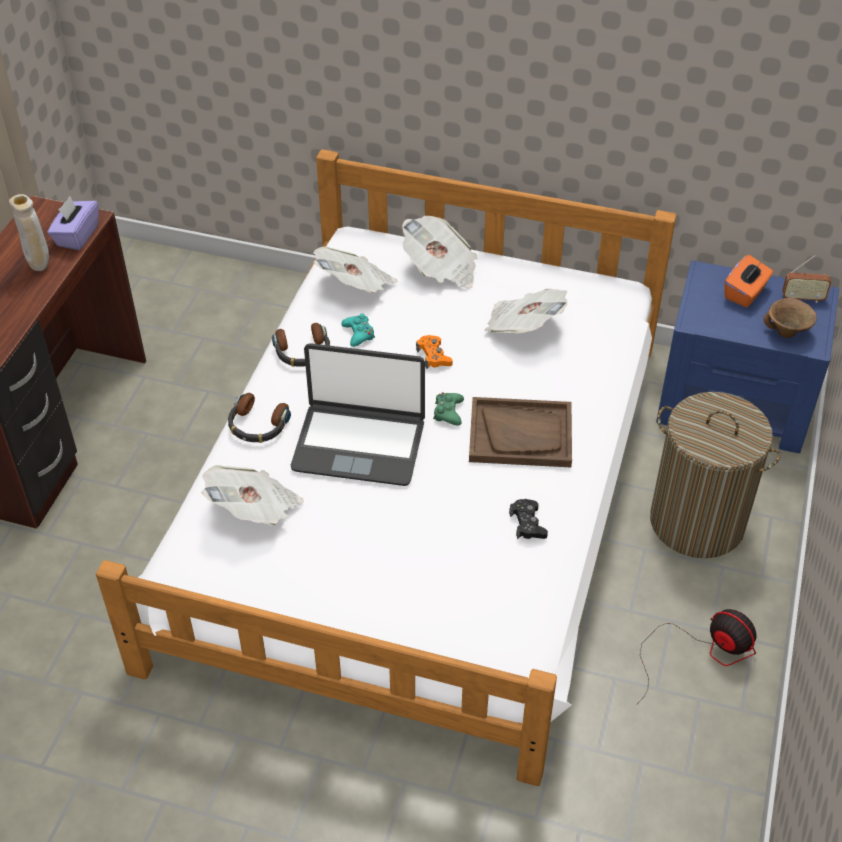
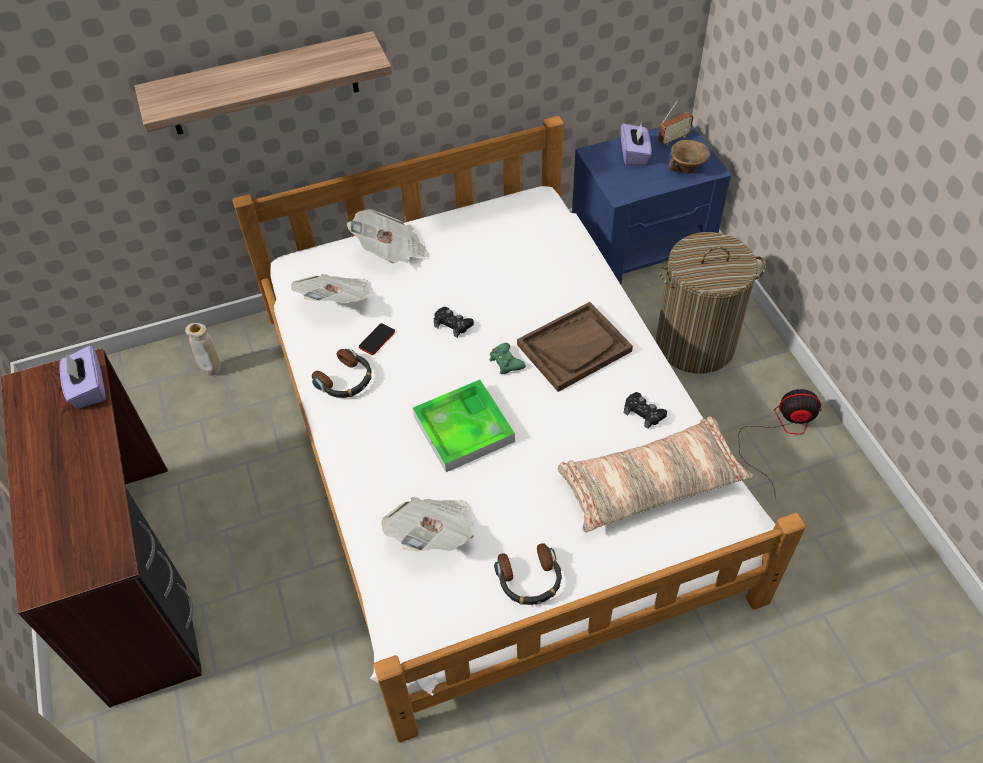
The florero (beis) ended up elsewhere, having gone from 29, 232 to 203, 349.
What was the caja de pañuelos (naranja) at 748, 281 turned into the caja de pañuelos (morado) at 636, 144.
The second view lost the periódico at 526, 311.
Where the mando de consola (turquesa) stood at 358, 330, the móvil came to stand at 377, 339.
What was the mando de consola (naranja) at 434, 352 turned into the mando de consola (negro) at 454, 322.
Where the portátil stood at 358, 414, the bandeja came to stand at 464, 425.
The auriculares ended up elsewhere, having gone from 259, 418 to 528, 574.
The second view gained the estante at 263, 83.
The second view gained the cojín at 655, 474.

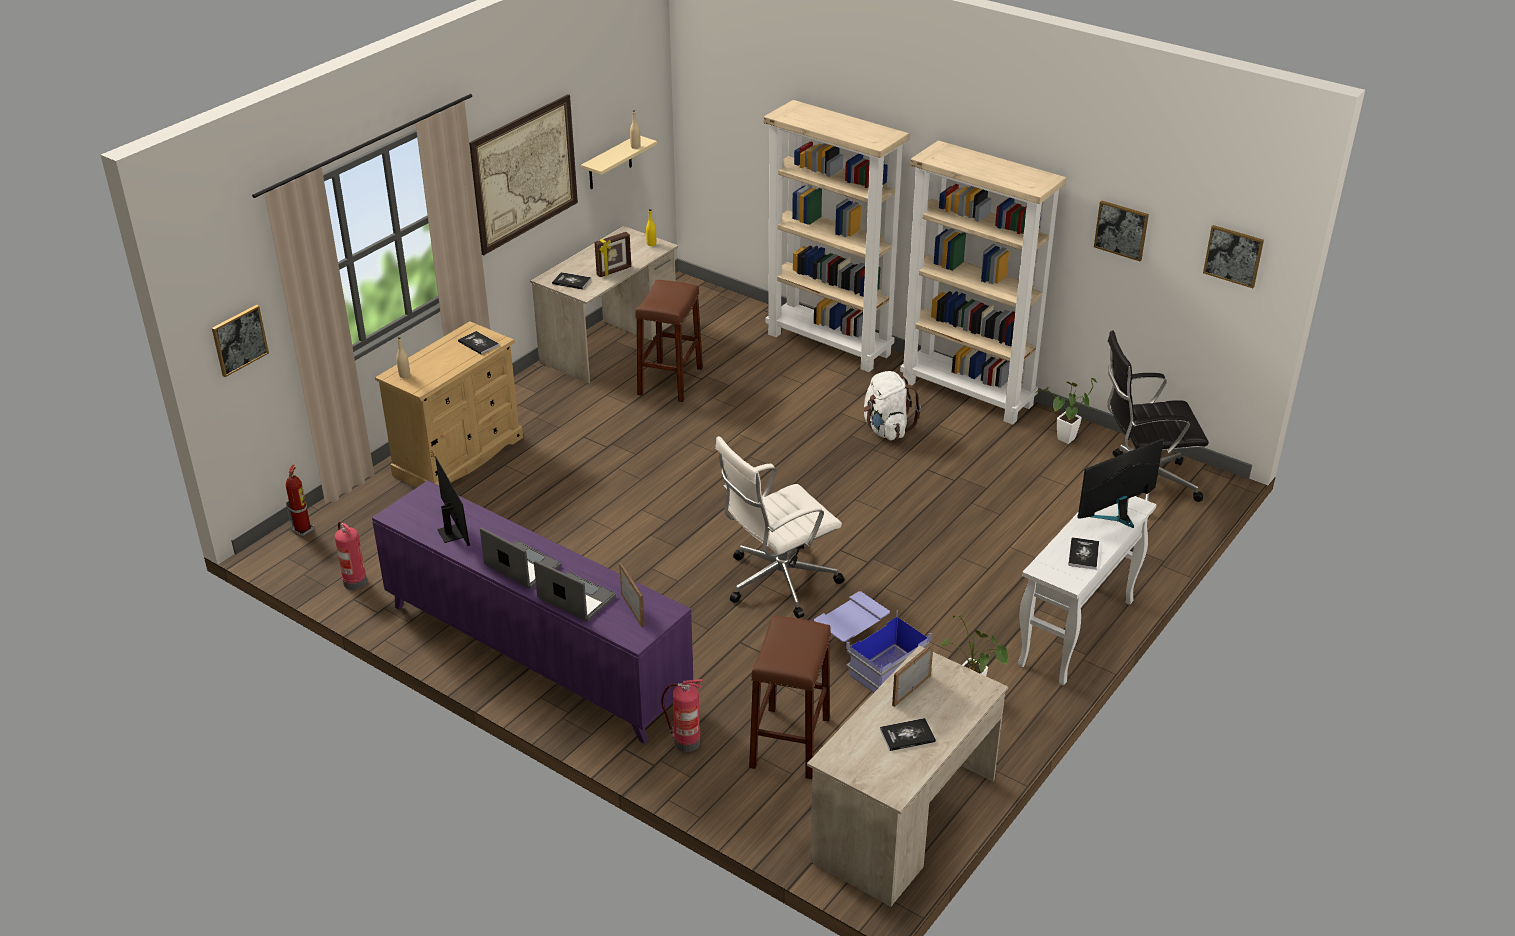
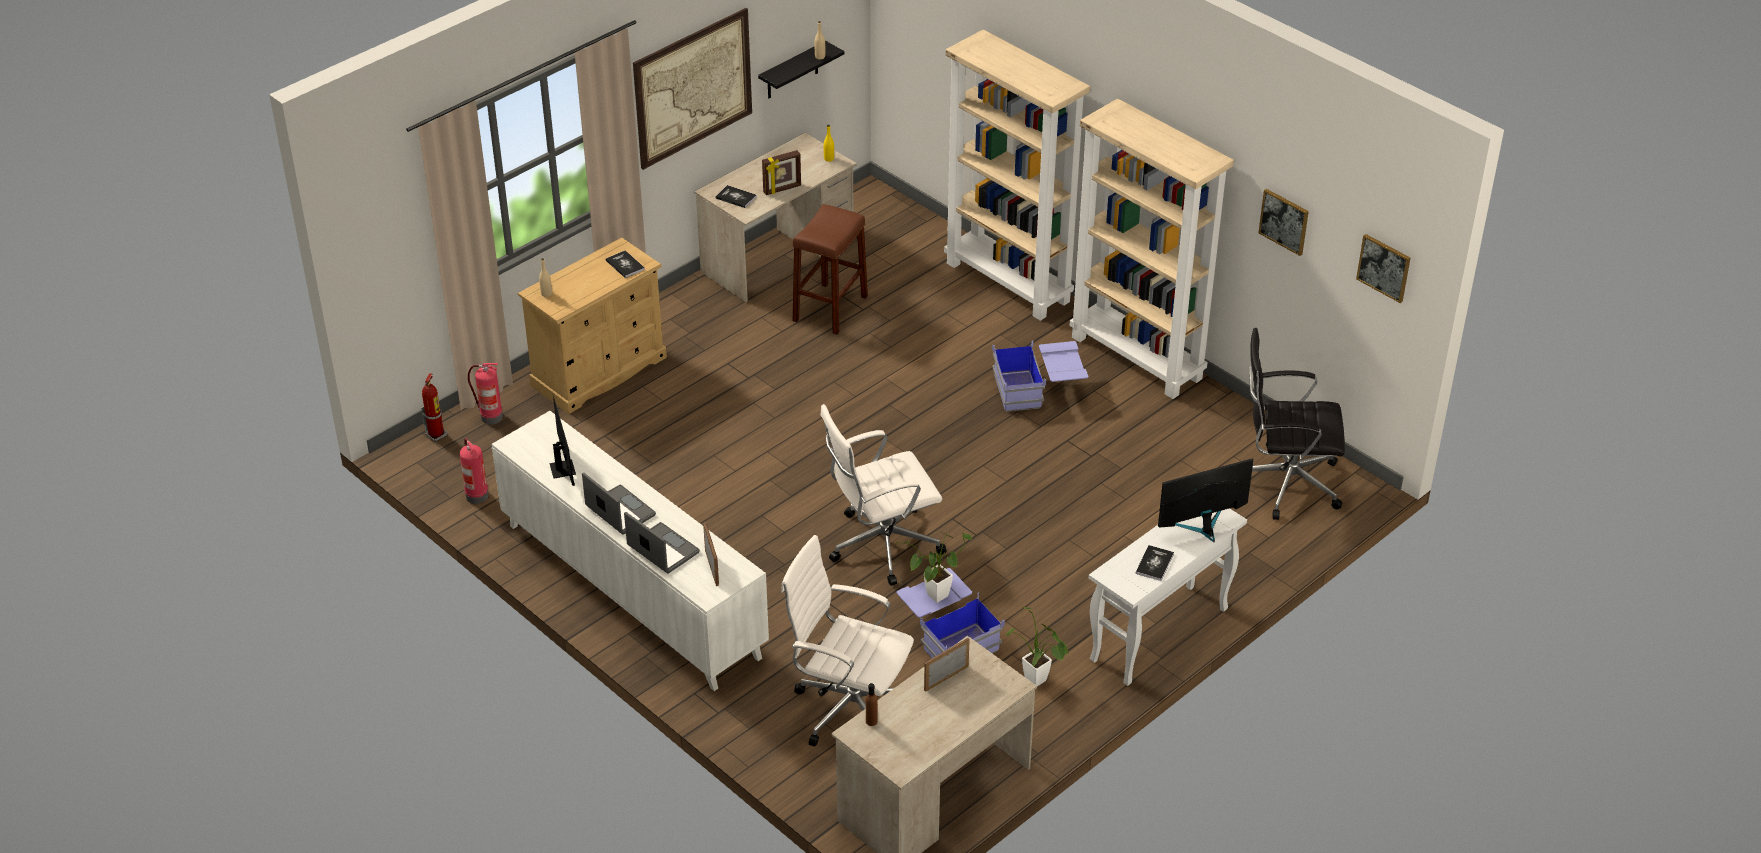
What was the estante (beis) at 619, 162 turned into the estante (negro) at 801, 69.
The second view lost the cuadro at 240, 341.
Where the mochila (blanco) stood at 892, 405, the caja de almacenaje (azul) came to stand at 1040, 376.
The planta en maceta ended up elsewhere, having gone from 1066, 410 to 934, 567.
What was the armario (morado) at 532, 612 turned into the armario (blanco) at 630, 551.
Where the taburete (marrón) stood at 790, 697, the silla de oficina (blanco) came to stand at 847, 641.
The extintor ended up elsewhere, having gone from 682, 715 to 485, 394.
The second view lost the libro at 908, 734.
The second view gained the botella (marrón) at 872, 704.

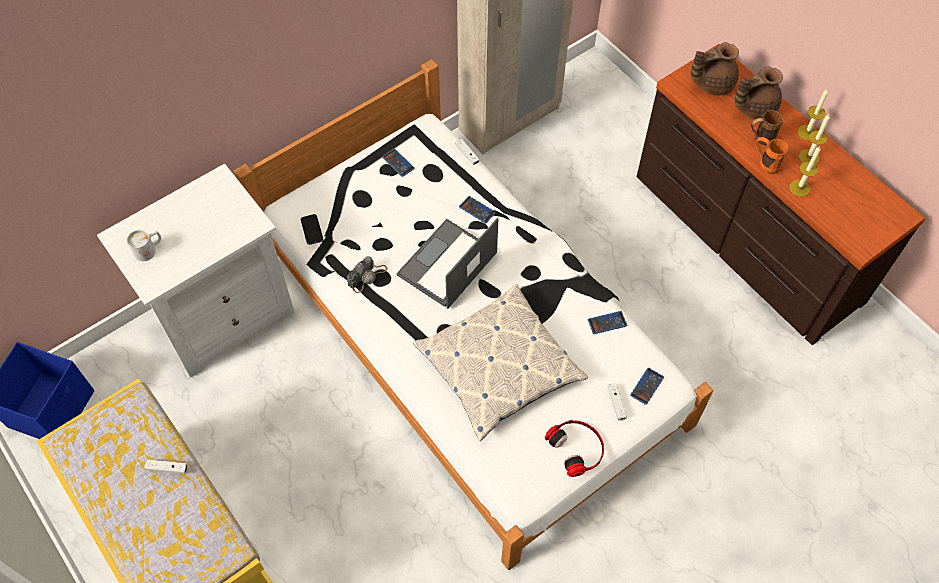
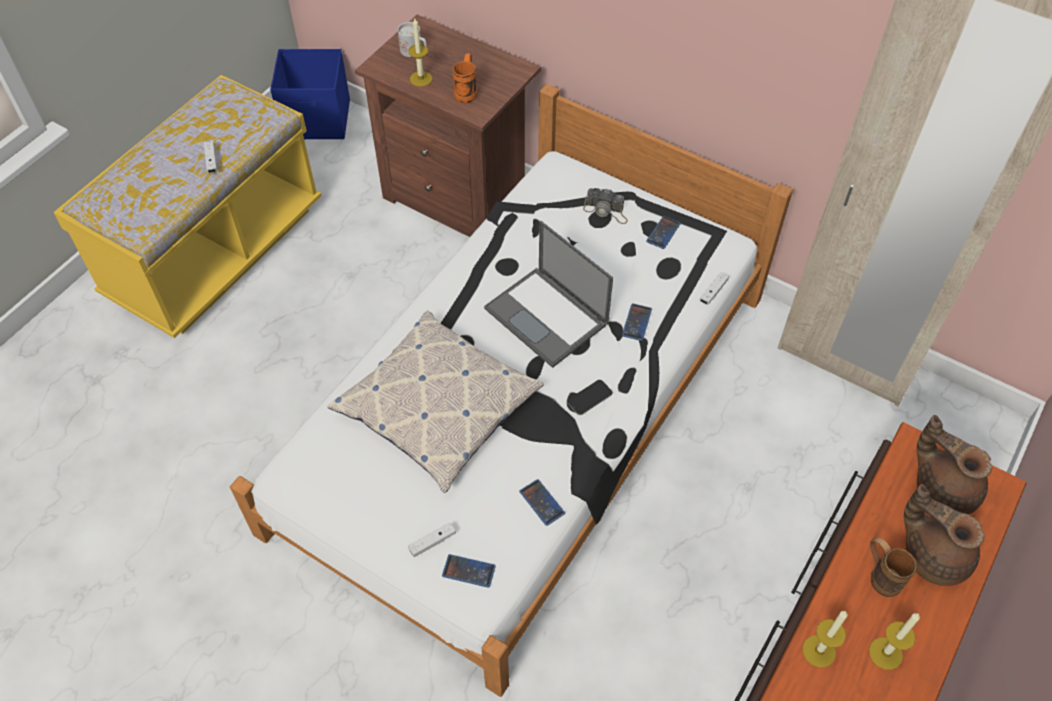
The vela ended up elsewhere, having gone from 813, 114 to 420, 52.
The taza grande (naranja) ended up elsewhere, having gone from 772, 155 to 465, 78.
What was the mesita de noche (blanco) at 196, 271 turned into the mesita de noche (marrón) at 448, 126.
The móvil ended up elsewhere, having gone from 312, 229 to 590, 397.
The portátil at 447, 263 ended up facing another way, 150 degrees counterclockwise from before.
The cámara ended up elsewhere, having gone from 367, 274 to 605, 206.
The second view lost the auriculares at 574, 448.

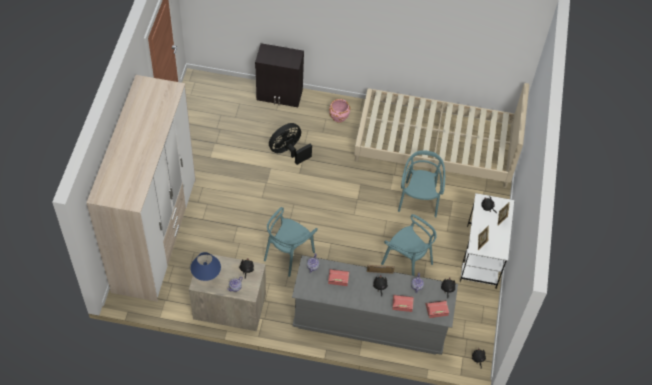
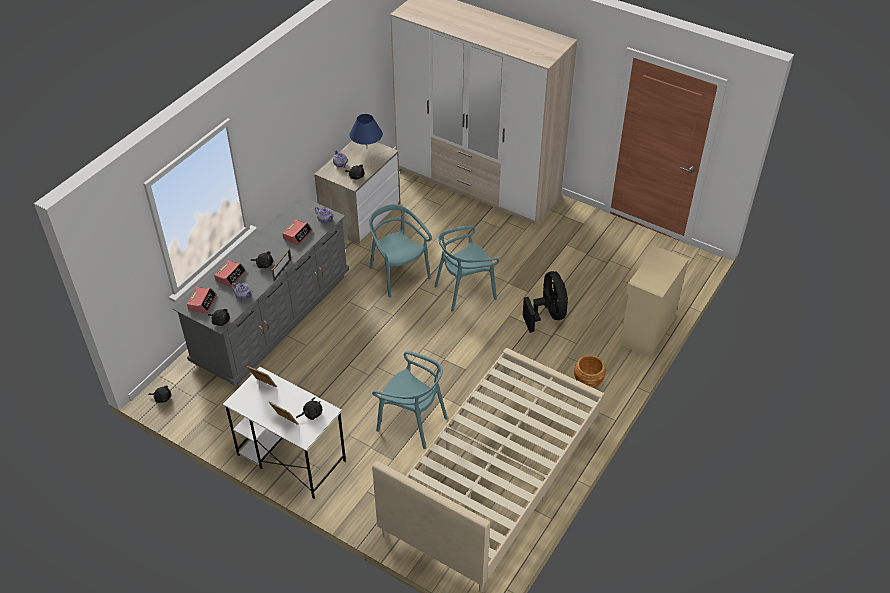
What was the armario (negro) at 279, 75 turned into the armario (beis) at 654, 302.
What was the maceta (rosa) at 339, 111 turned into the maceta (marrón) at 590, 372.
The silla (turquesa) ended up elsewhere, having gone from 409, 245 to 467, 269.

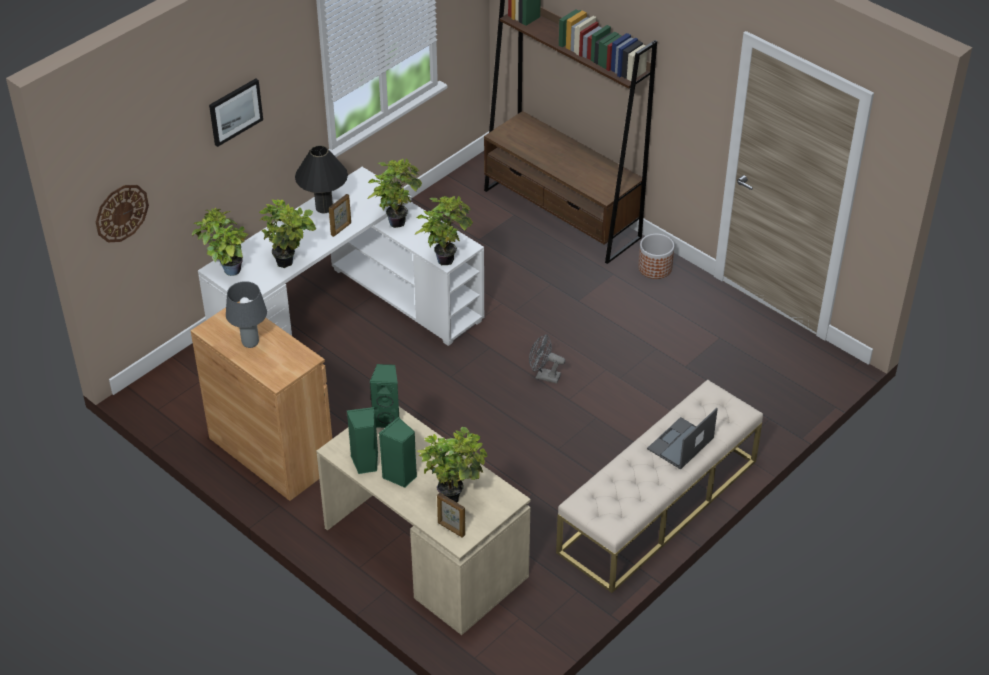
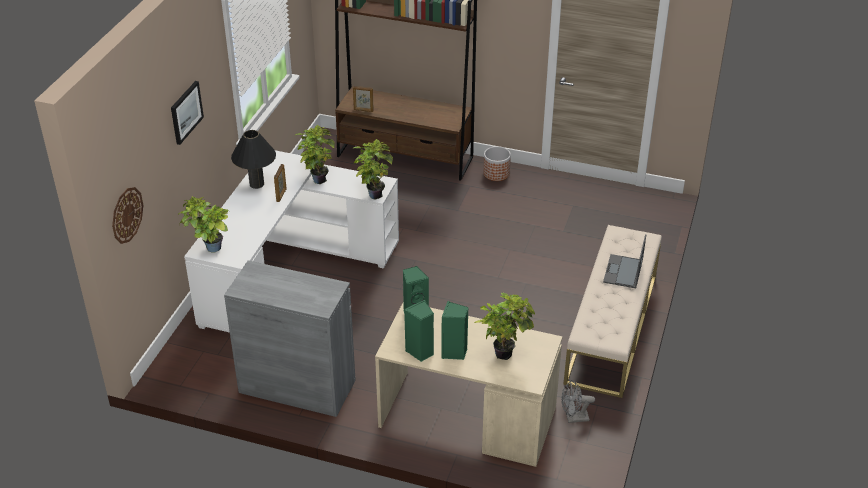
The second view lost the planta en maceta at 287, 233.
The second view lost the lámpara de mesa (gris) at 246, 314.
What was the armario (marrón) at 261, 401 turned into the armario (gris) at 290, 339.
The ventilador (gris) ended up elsewhere, having gone from 547, 358 to 578, 401.
The portarretratos ended up elsewhere, having gone from 451, 515 to 363, 99.

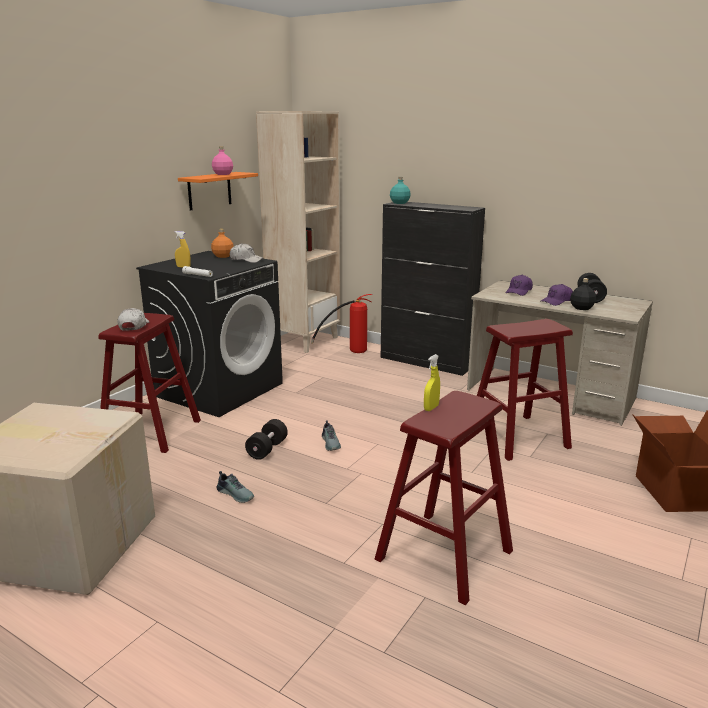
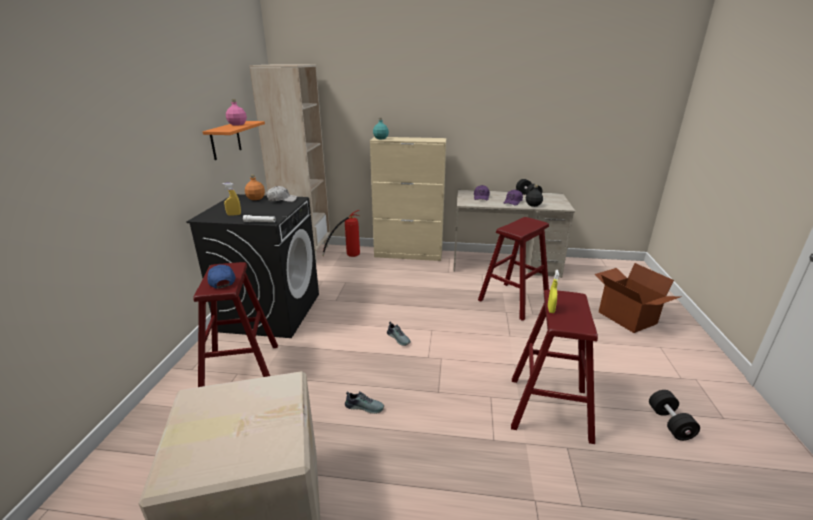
What was the armario (negro) at 433, 289 turned into the armario (beis) at 408, 199.
What was the gorra (blanco) at 133, 319 turned into the gorra (azul) at 221, 277.
The mancuerna (negro) ended up elsewhere, having gone from 266, 439 to 674, 415.

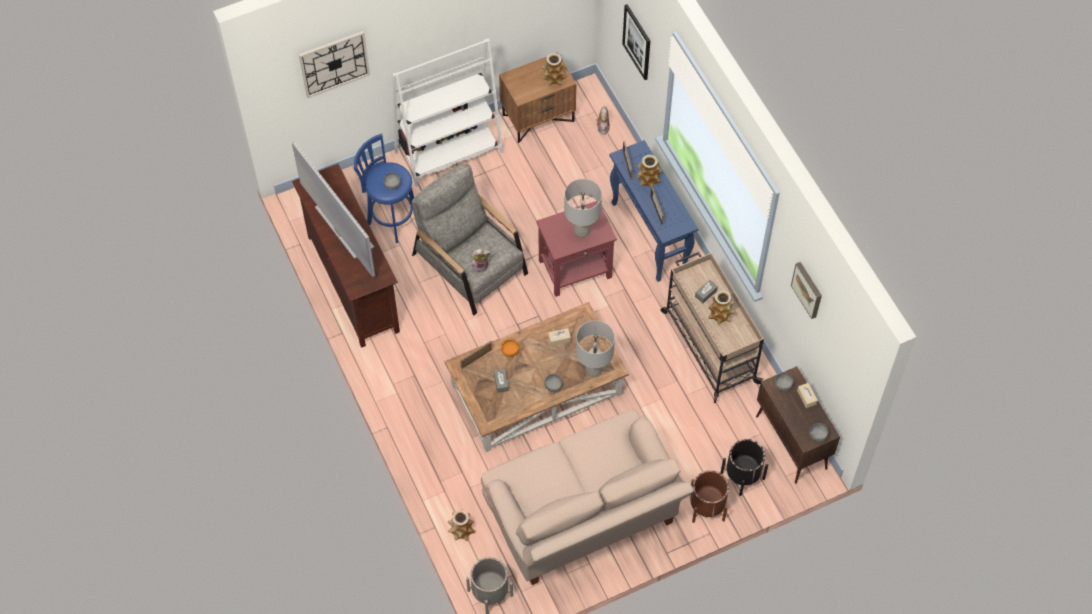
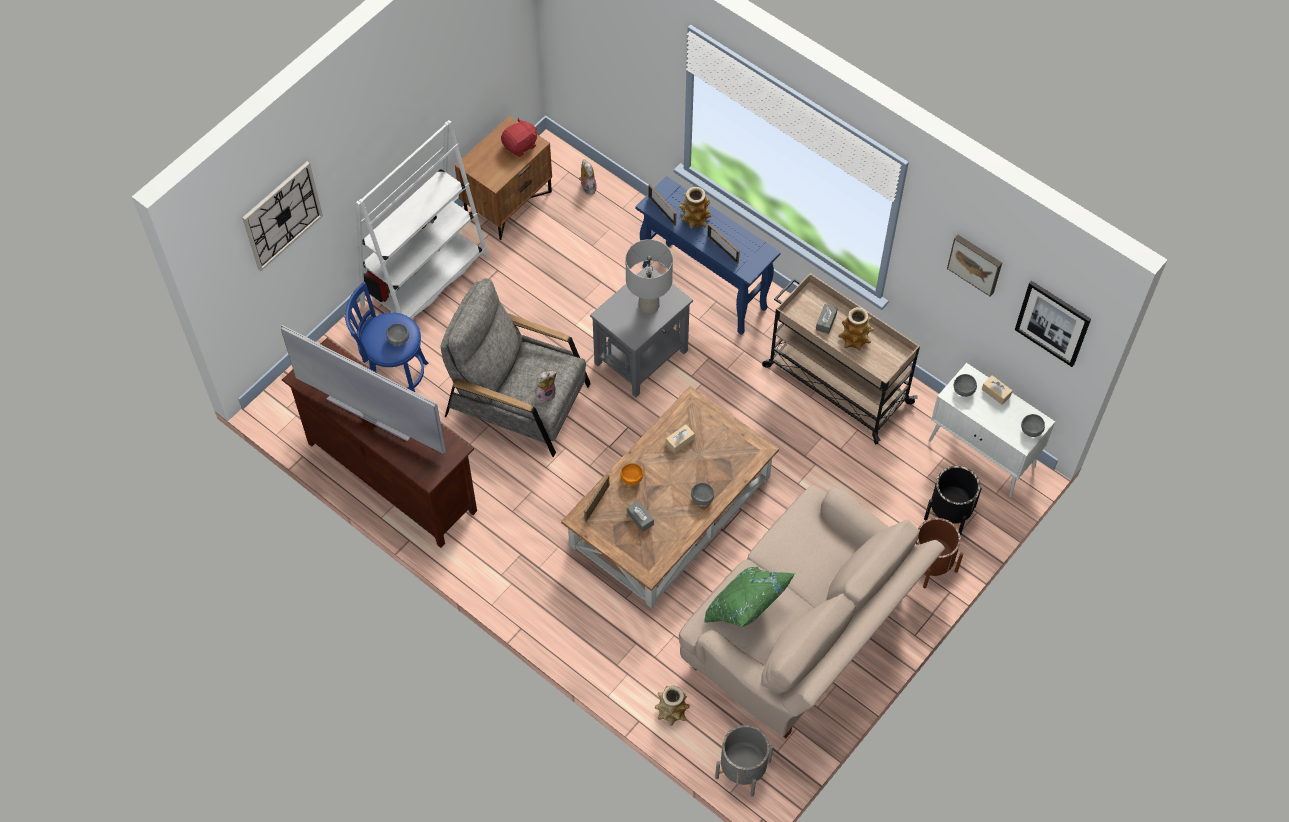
The cuadro ended up elsewhere, having gone from 636, 42 to 1053, 324.
Where the florero stood at 554, 69, the peluche (rojo) came to stand at 519, 137.
What was the mesa auxiliar (rojo) at 576, 249 turned into the mesa auxiliar (gris) at 641, 332.
The second view lost the lámpara de mesa (gris) at 595, 348.
What was the armario (marrón) at 798, 424 turned into the armario (blanco) at 992, 430.
The second view gained the cojín (verde) at 750, 596.

